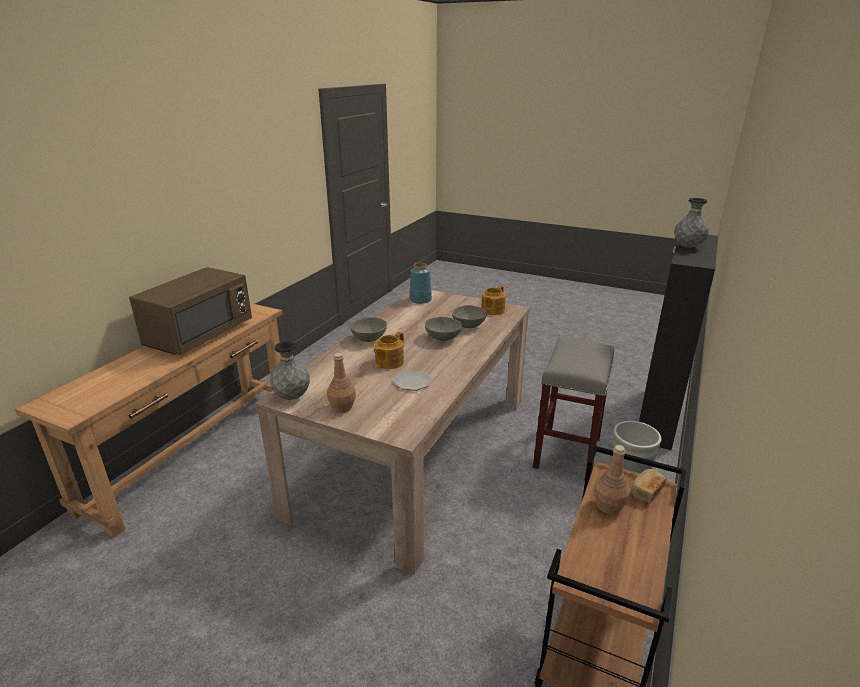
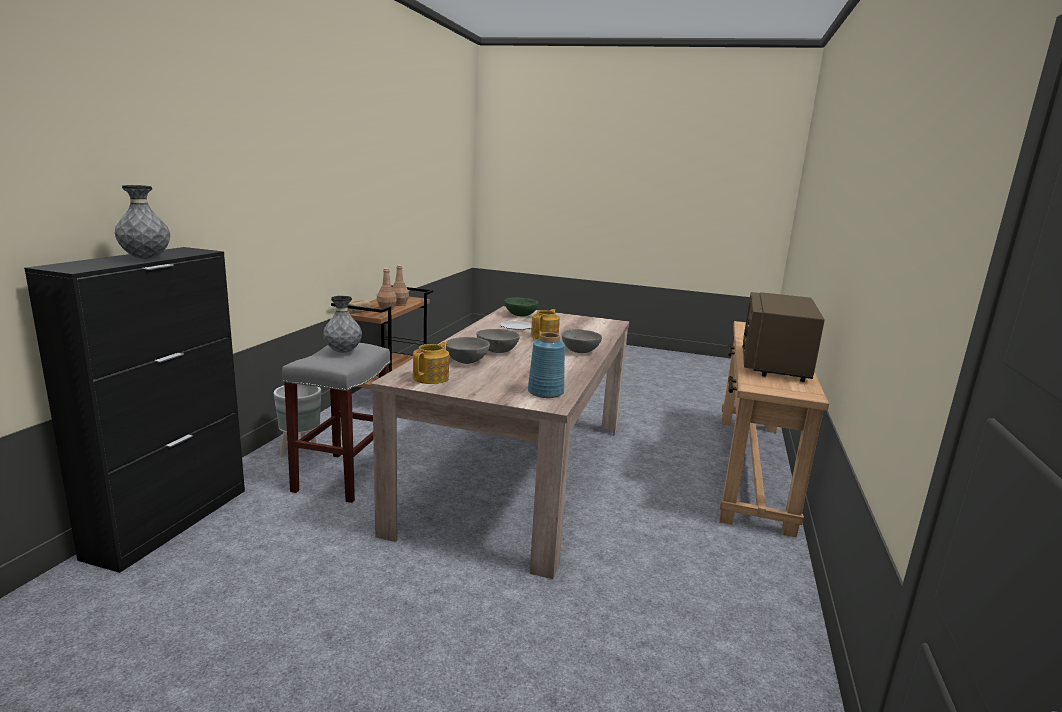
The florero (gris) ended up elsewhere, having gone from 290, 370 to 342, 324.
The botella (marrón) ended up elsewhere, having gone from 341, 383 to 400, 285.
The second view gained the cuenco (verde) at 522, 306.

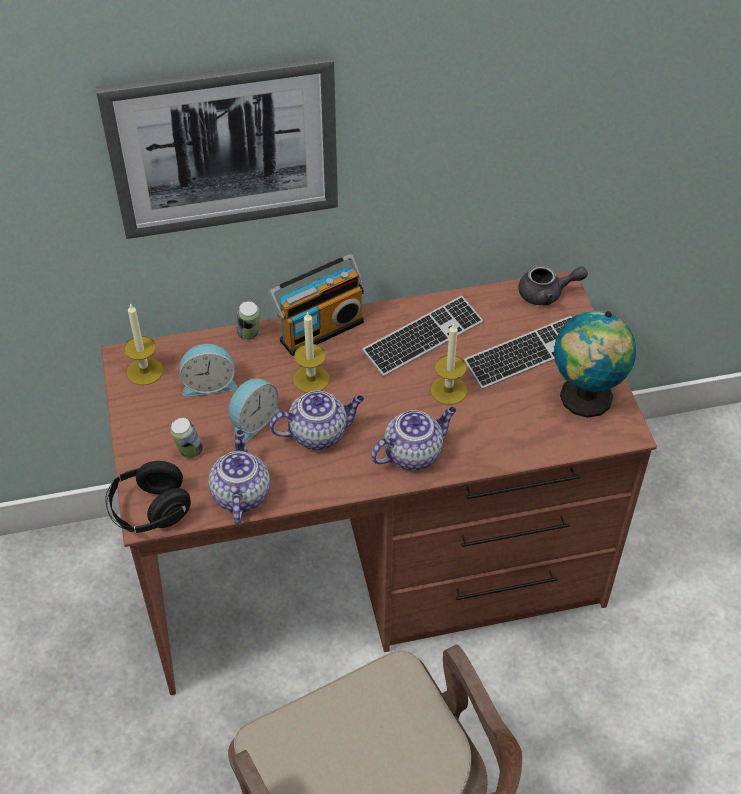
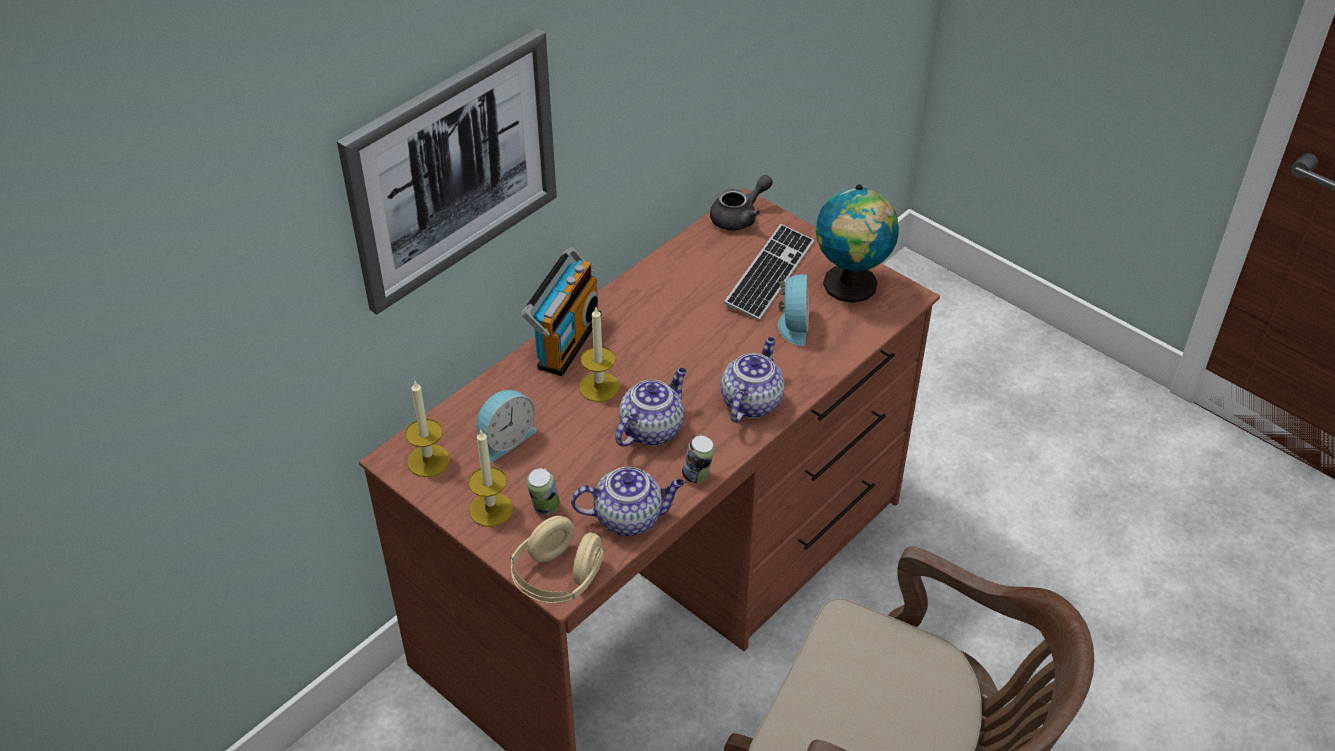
The second view lost the teclado at 422, 336.
The lata ended up elsewhere, having gone from 248, 320 to 698, 459.
The vela ended up elsewhere, having gone from 448, 364 to 490, 478.
The despertador ended up elsewhere, having gone from 253, 410 to 793, 310.
The tetera at 239, 477 ended up facing another way, 120 degrees clockwise from before.
What was the auriculares (negro) at 148, 497 turned into the auriculares (beis) at 557, 559.

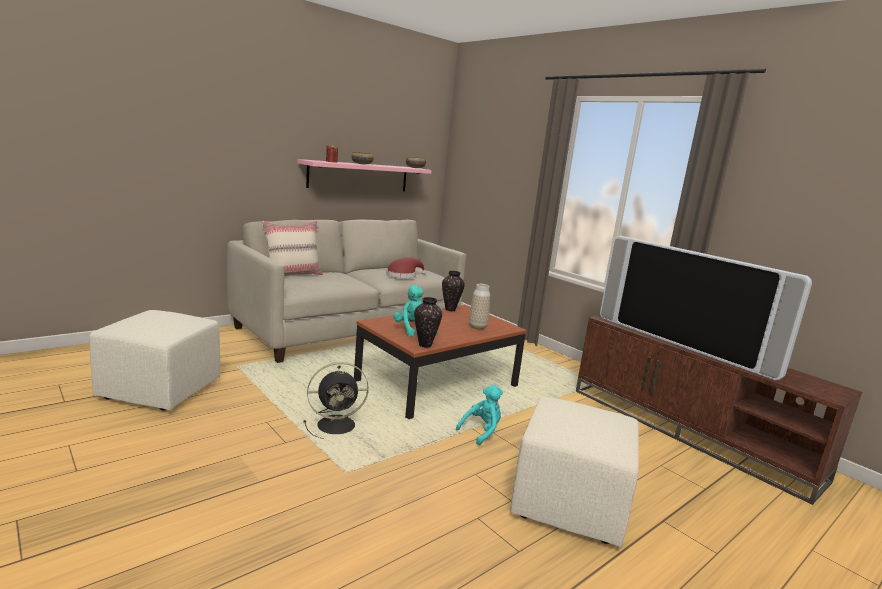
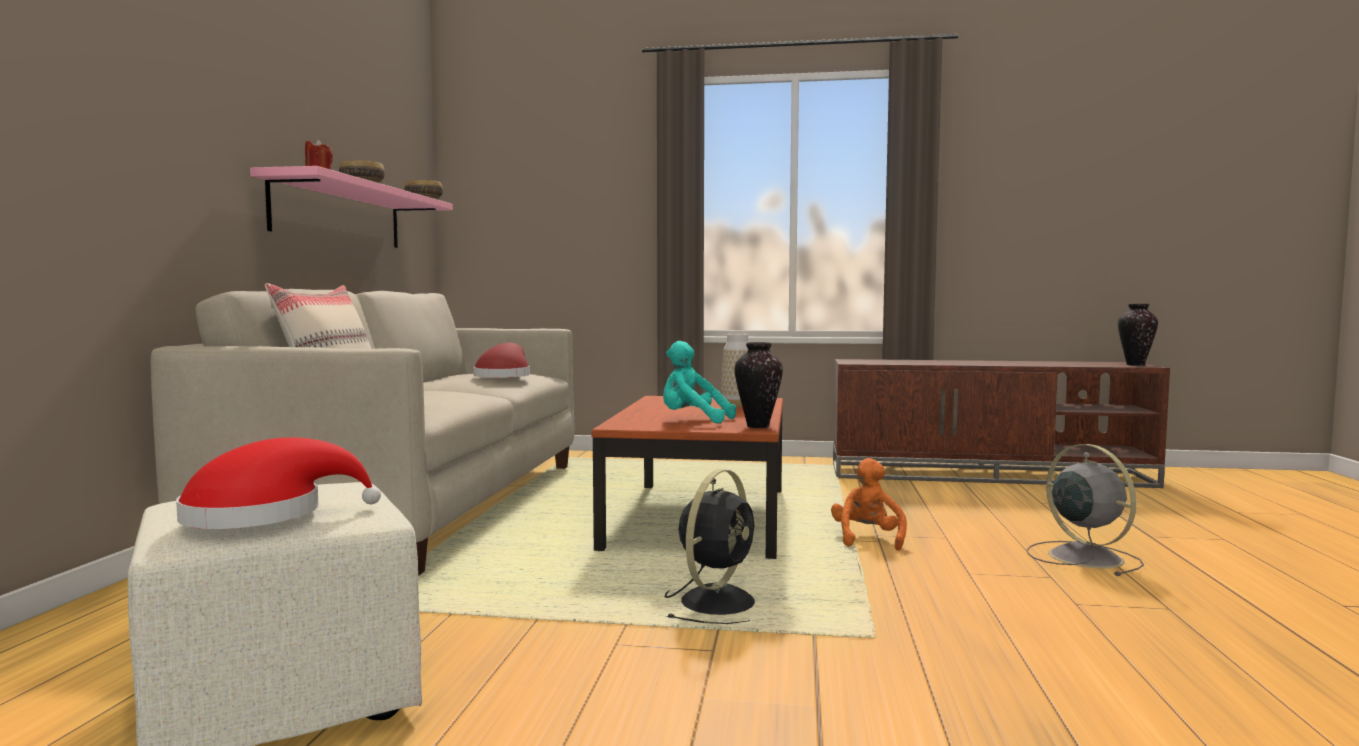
The second view lost the televisor at 706, 308.
The florero ended up elsewhere, having gone from 453, 291 to 1138, 335.
What was the peluche (turquesa) at 479, 415 turned into the peluche (naranja) at 869, 504.
Where the puf (beis) stood at 574, 472, the ventilador (gris) came to stand at 1085, 510.
The second view gained the sombrero (rojo) at 278, 483.

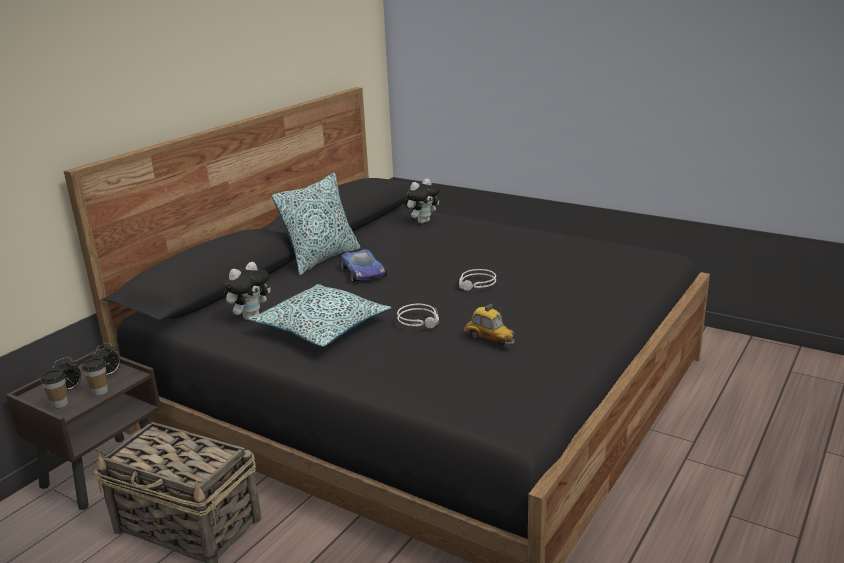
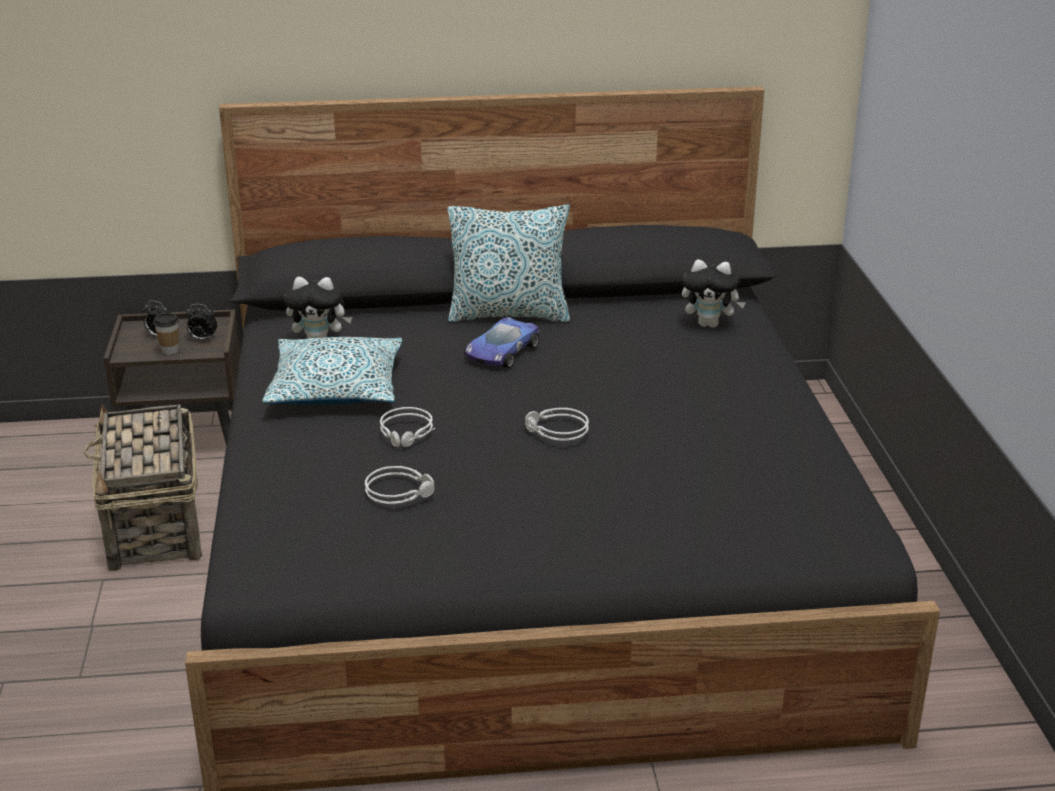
Where the coche de juguete stood at 489, 324, the auriculares (gris) came to stand at 400, 485.
The second view lost the taza at 54, 388.

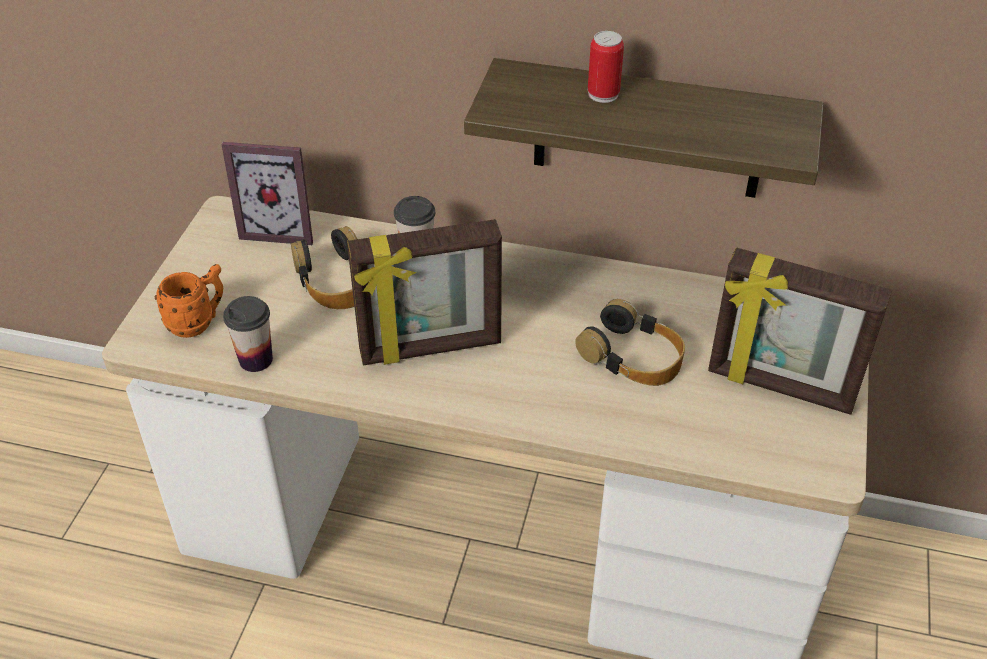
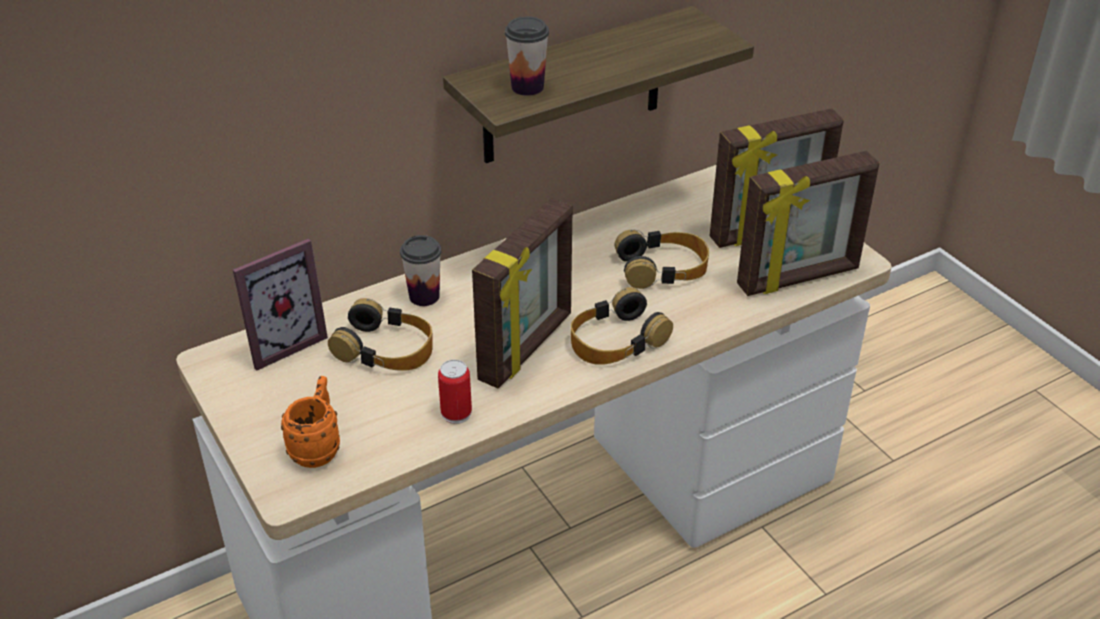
The lata ended up elsewhere, having gone from 606, 67 to 455, 392.
The taza ended up elsewhere, having gone from 248, 334 to 527, 56.
The second view gained the portarretratos at 808, 223.
The second view gained the auriculares at 622, 326.

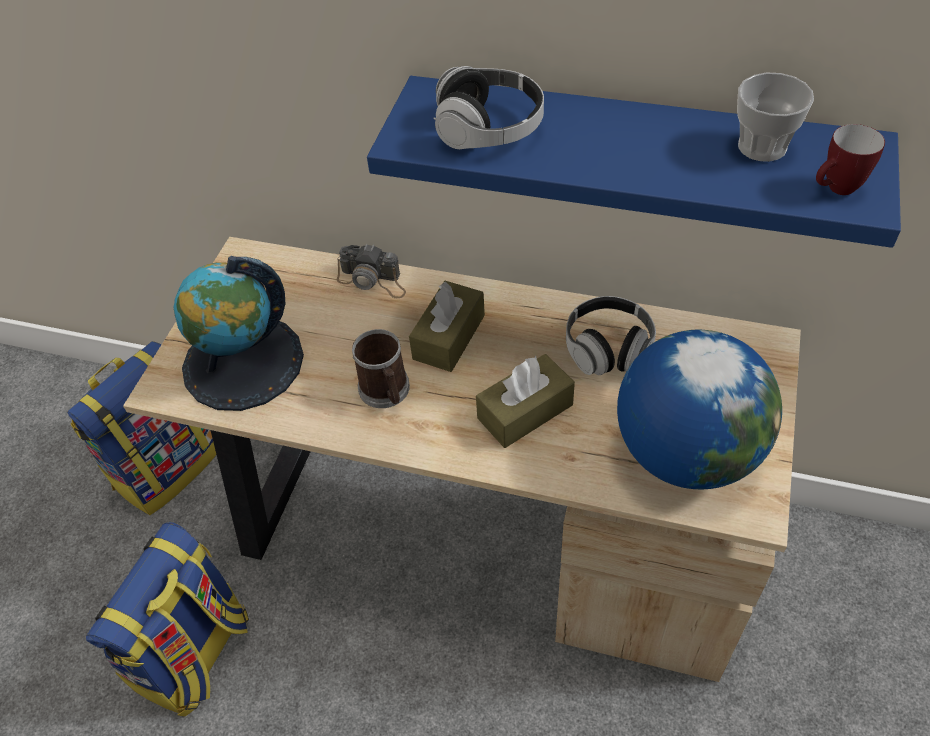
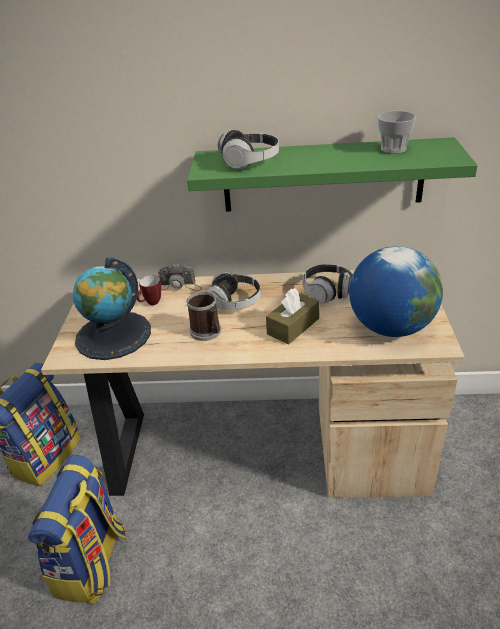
What was the estante (azul) at 634, 162 turned into the estante (verde) at 332, 174.
The taza grande ended up elsewhere, having gone from 850, 159 to 149, 290.
Where the caja de pañuelos (marrón) stood at 447, 326, the auriculares came to stand at 234, 291.

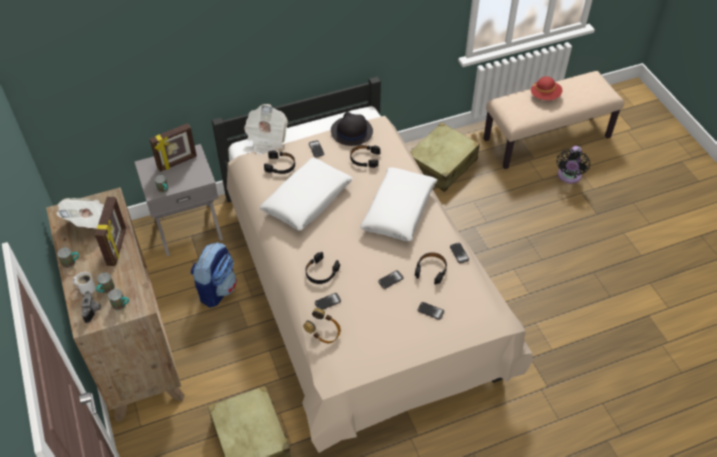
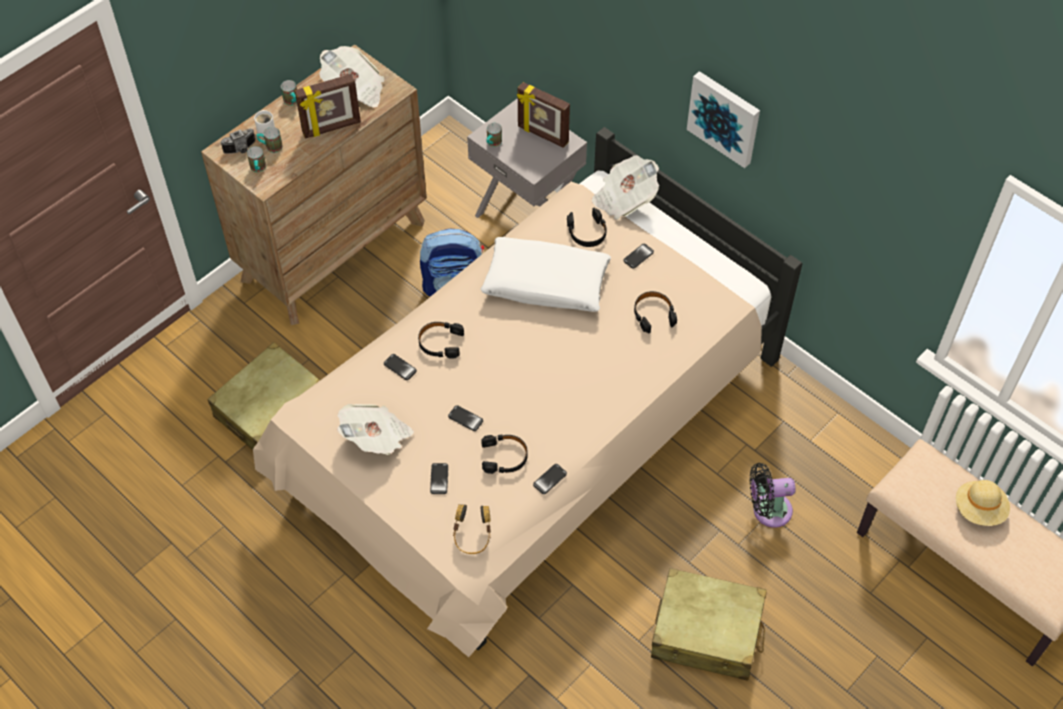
What was the sombrero (rojo) at 546, 88 turned into the sombrero (beis) at 983, 503.
The second view lost the sombrero (negro) at 352, 129.
The maleta (beis) ended up elsewhere, having gone from 445, 157 to 709, 624.
The ventilador (negro) ended up elsewhere, having gone from 573, 164 to 773, 495.
The second view lost the cojín (blanco) at 398, 204.
The auriculares ended up elsewhere, having gone from 322, 326 to 472, 529.
The second view gained the cuadro at 723, 119.
The second view gained the periódico at 375, 429.

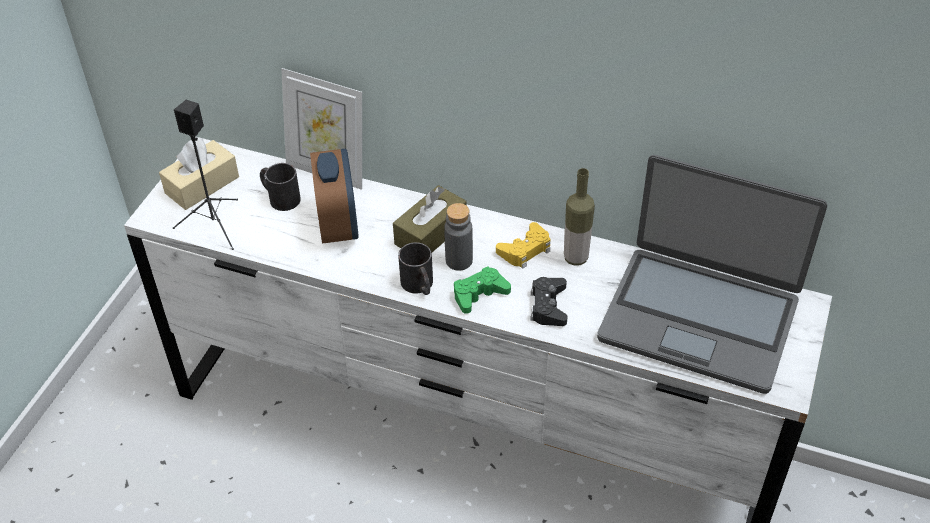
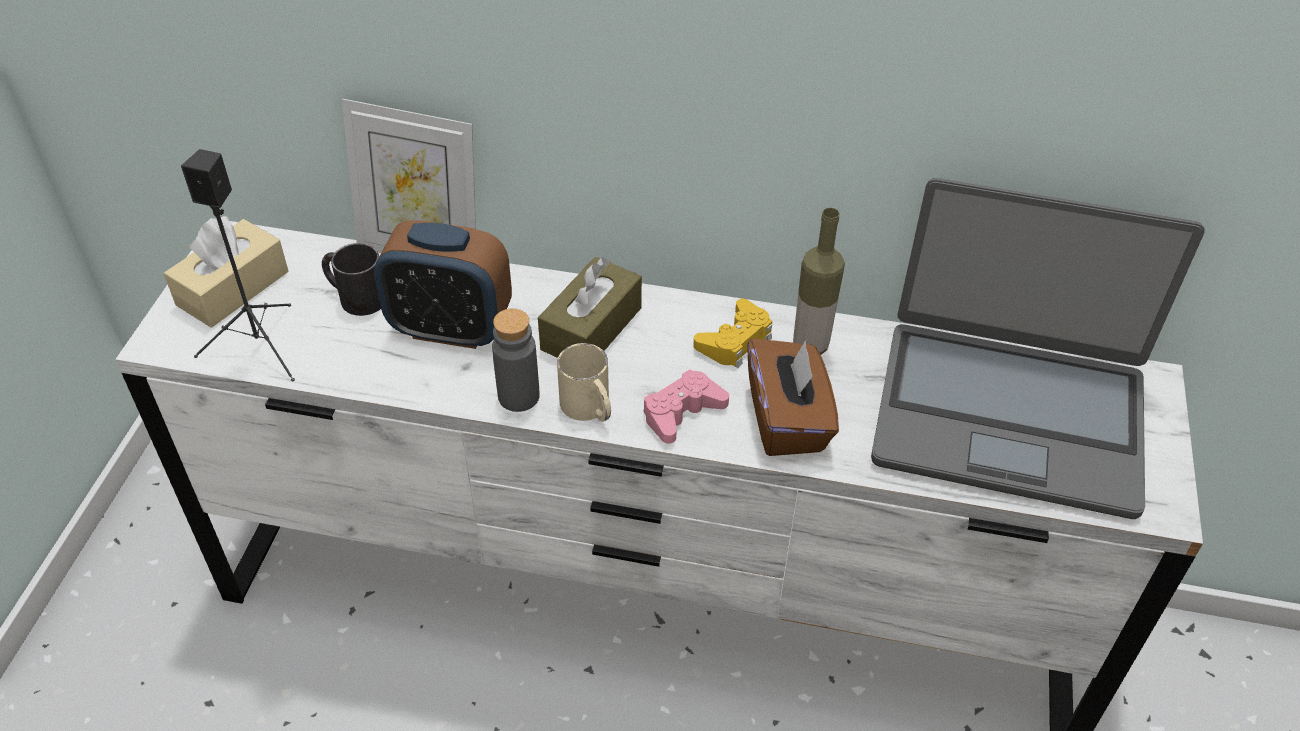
The despertador at 334, 196 ended up facing another way, 120 degrees clockwise from before.
The botella (gris) ended up elsewhere, having gone from 458, 237 to 516, 360.
What was the taza grande (negro) at 415, 268 turned into the taza grande (beis) at 584, 382.
What was the mando de consola (verde) at 482, 290 turned into the mando de consola (rosa) at 686, 406.
Where the mando de consola (negro) stood at 549, 301, the caja de pañuelos (marrón) came to stand at 793, 397.

